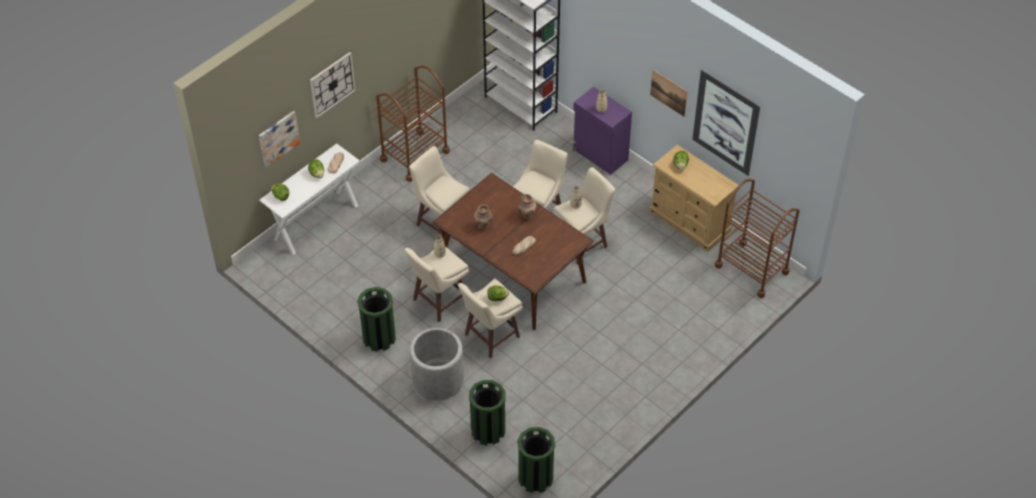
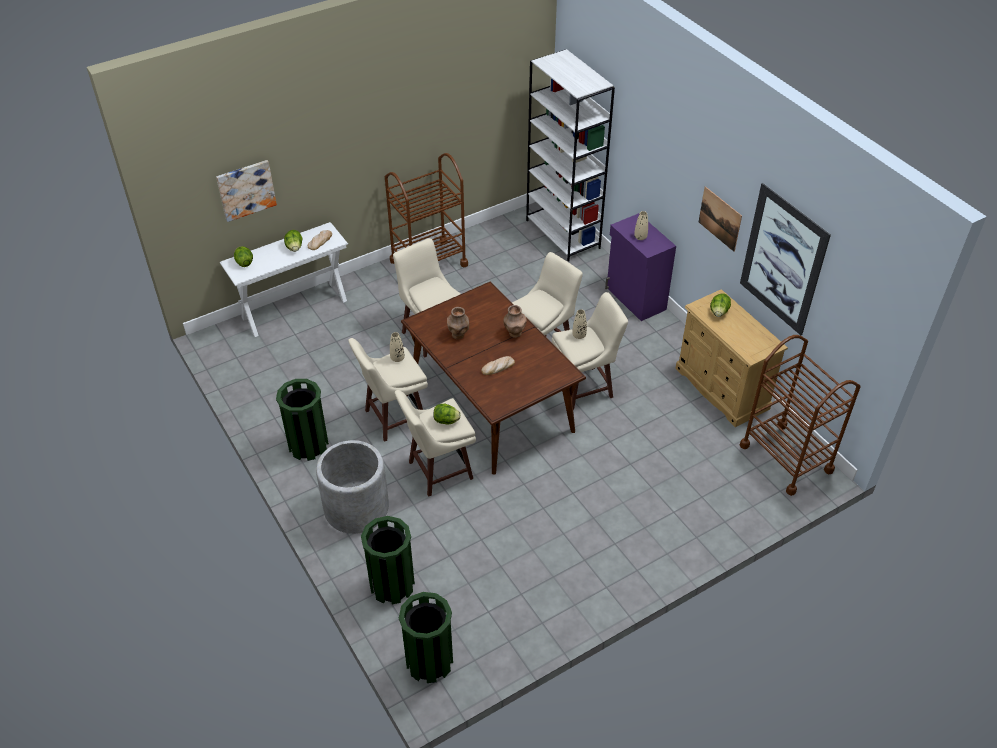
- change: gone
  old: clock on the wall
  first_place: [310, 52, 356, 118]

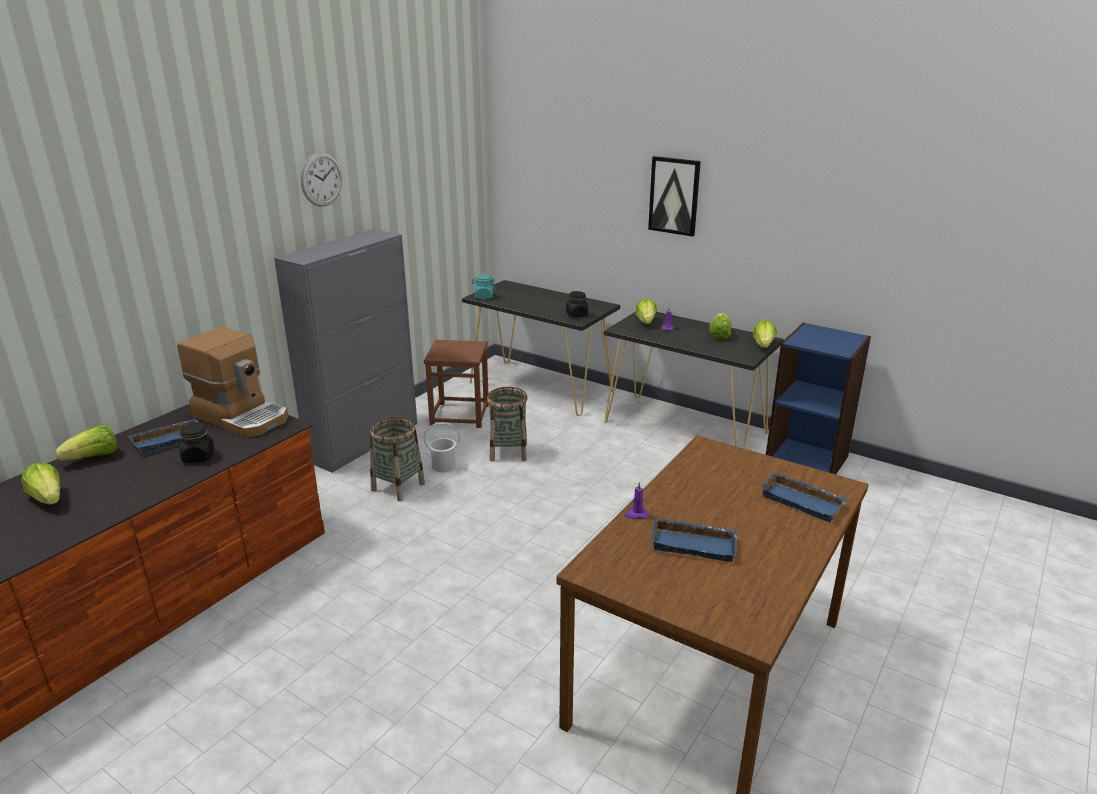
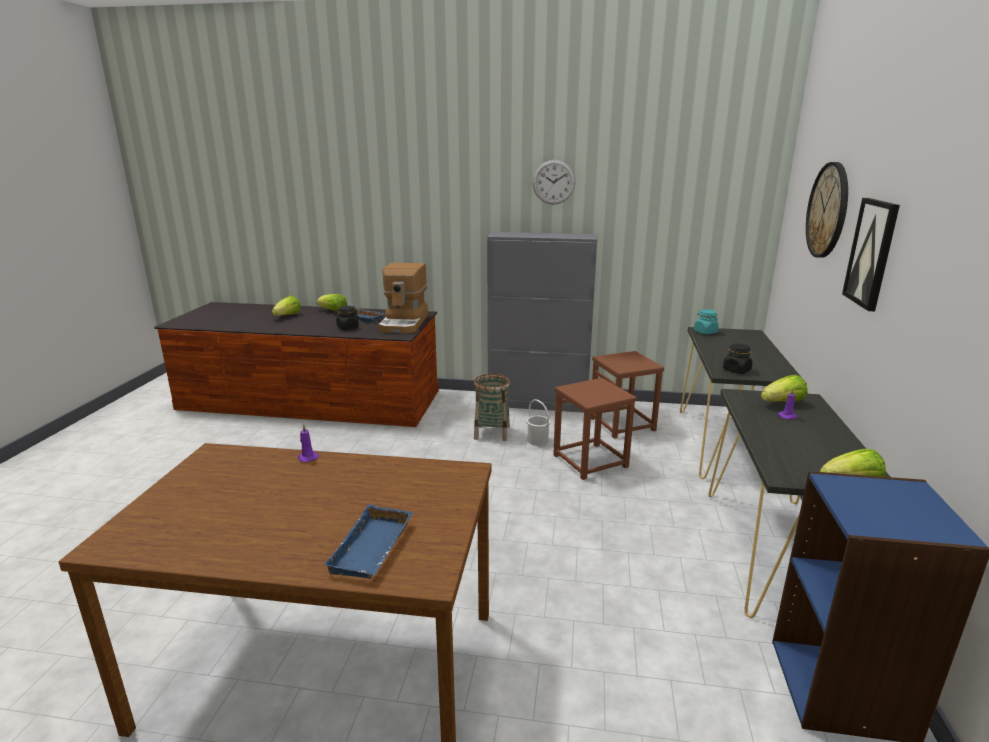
- change: swapped
  old: household basket
  new: sitting stool (brown-coloured)
  first_place: [487, 387, 528, 462]
  second_place: [553, 378, 637, 480]
- change: gone
  old: serving tray (blue-coloured)
  first_place: [650, 518, 738, 562]
- change: gone
  old: lettuce
  first_place: [709, 313, 732, 340]
- change: new
  new: clock on the wall
  second_place: [806, 162, 848, 258]

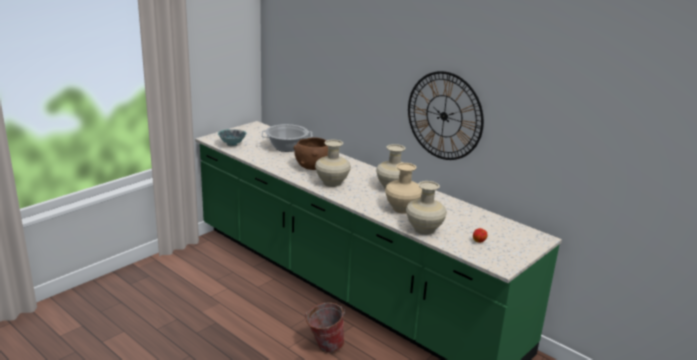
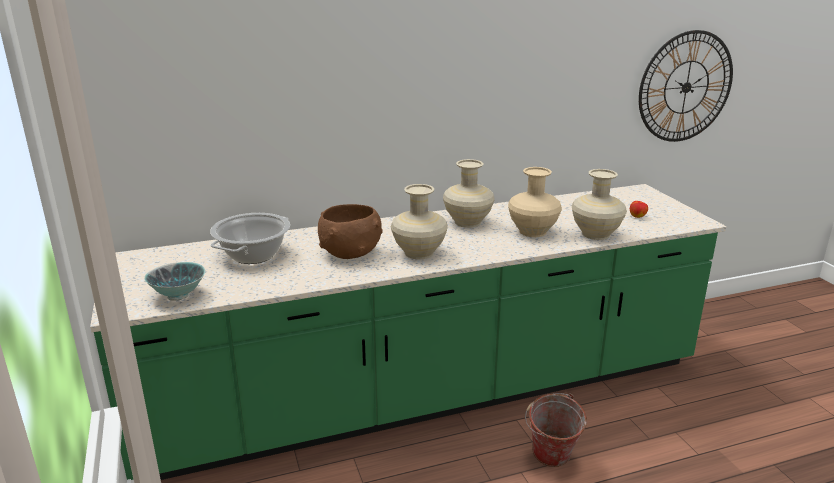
- change: shifted
  old: clock on the wall
  first_place: [408, 71, 484, 160]
  second_place: [639, 30, 733, 142]

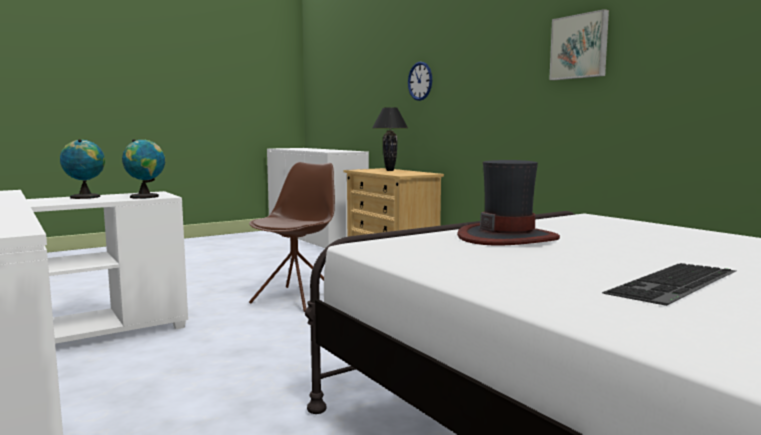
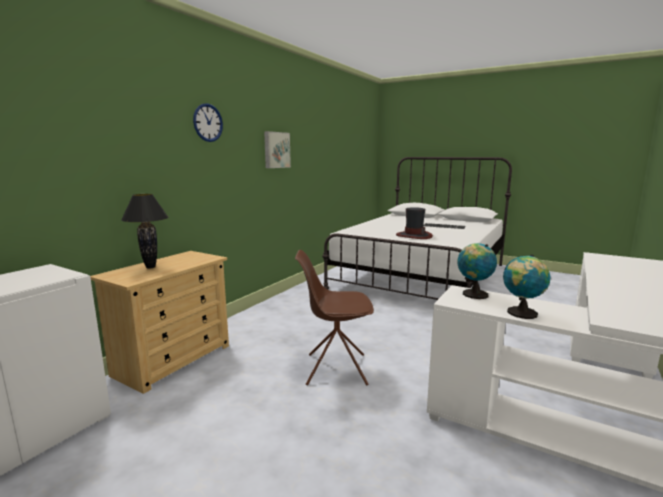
- change: shifted
  old: clock on the wall
  first_place: [408, 62, 432, 101]
  second_place: [193, 103, 223, 142]

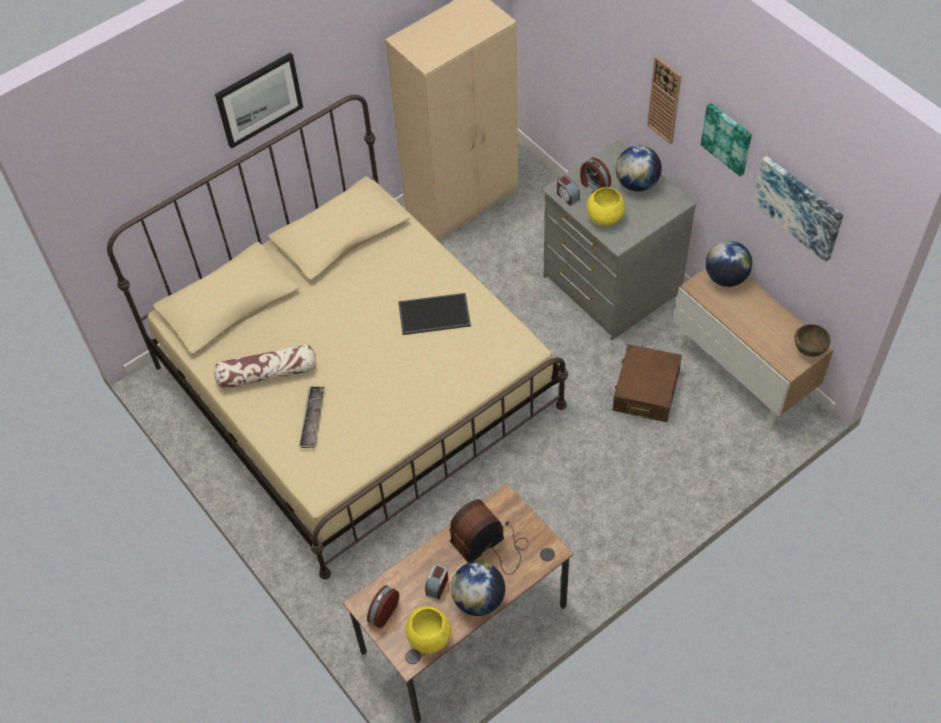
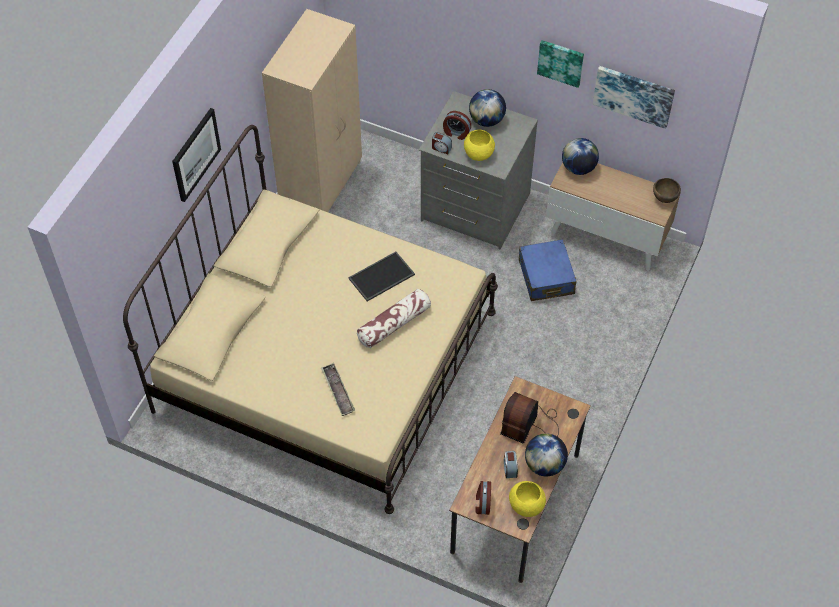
- change: shifted
  old: cushion
  first_place: [214, 344, 316, 389]
  second_place: [357, 289, 431, 348]
- change: repainted
  old: piece of luggage (brown-coloured)
  new: piece of luggage (blue-coloured)
  first_place: [612, 344, 682, 422]
  second_place: [519, 239, 577, 301]
- change: gone
  old: clock on the wall
  first_place: [647, 56, 682, 144]

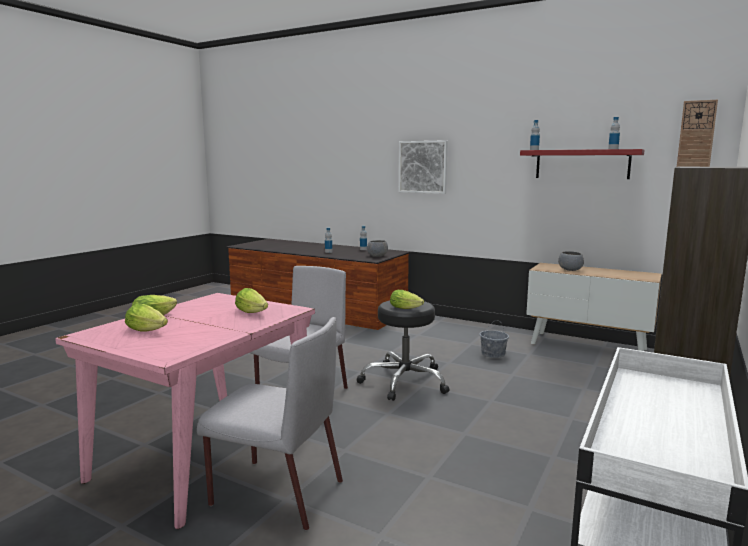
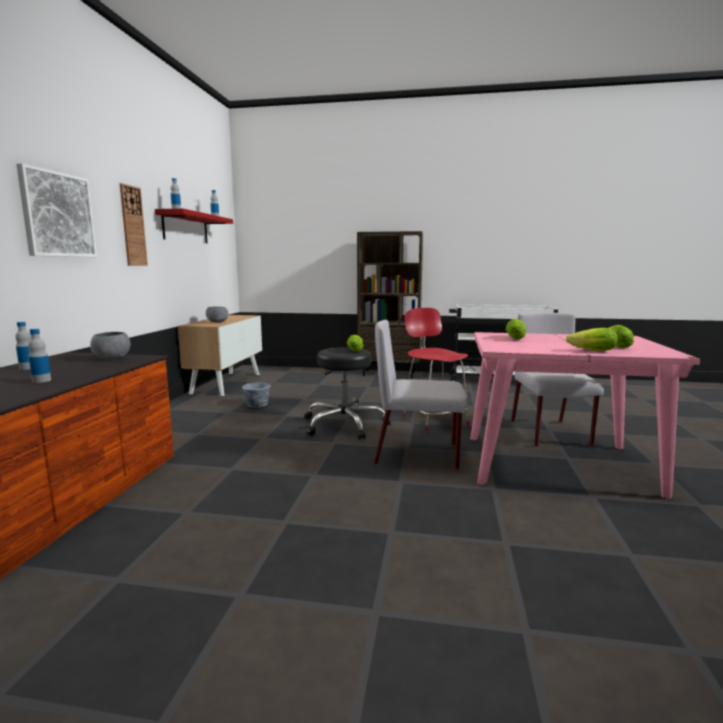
- change: shifted
  old: clock on the wall
  first_place: [677, 100, 718, 167]
  second_place: [120, 183, 148, 266]
- change: new
  new: chair (red-coloured)
  second_place: [403, 308, 469, 433]

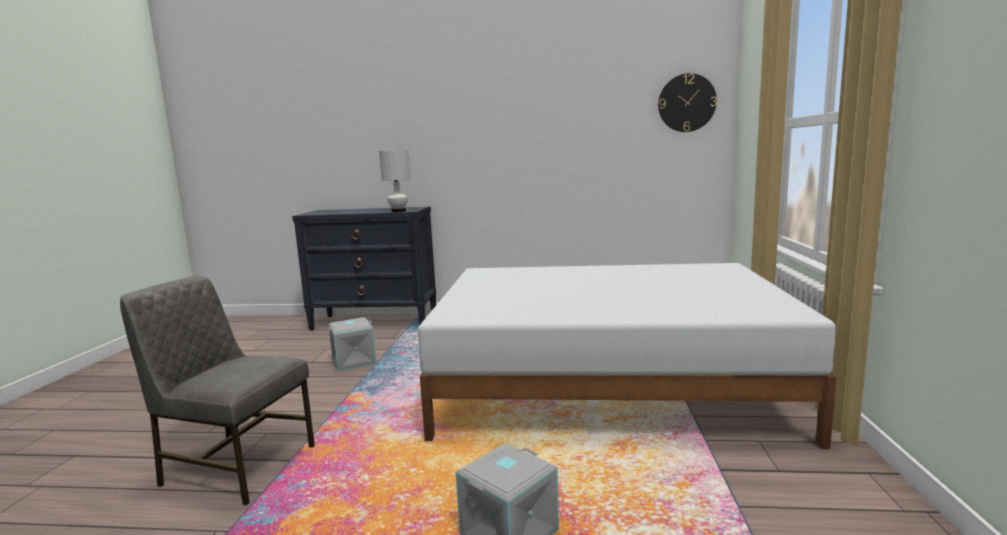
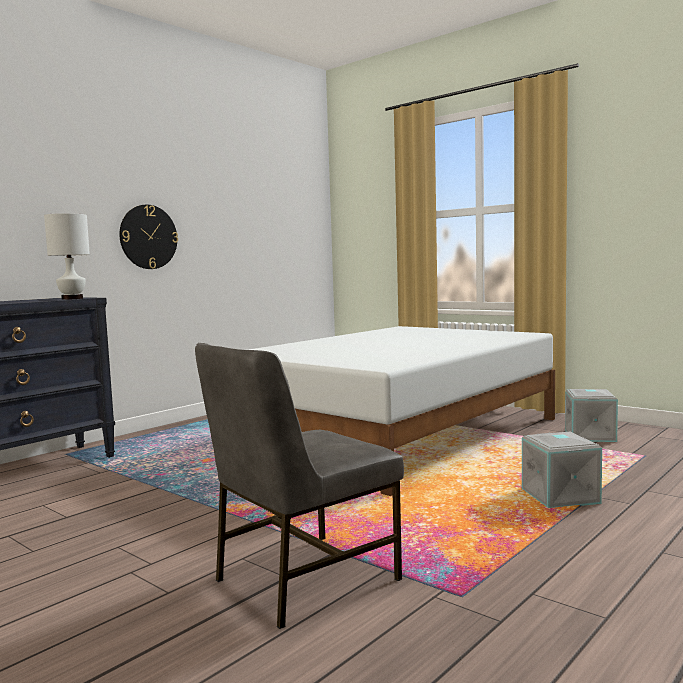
- change: shifted
  old: storage box (grey)
  first_place: [328, 317, 377, 372]
  second_place: [565, 389, 618, 442]
- change: shifted
  old: clock on the wall
  first_place: [658, 73, 717, 132]
  second_place: [119, 205, 178, 269]

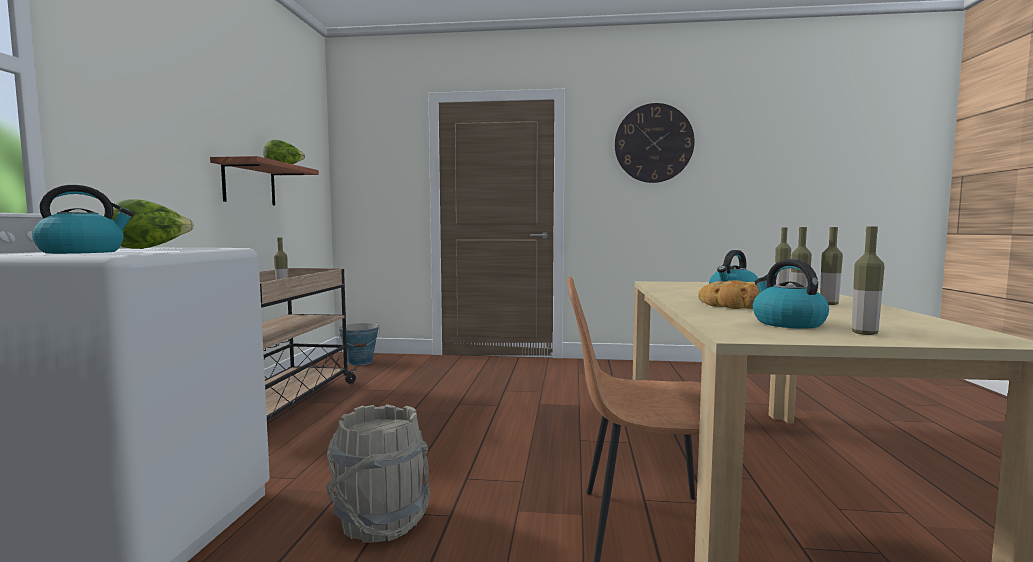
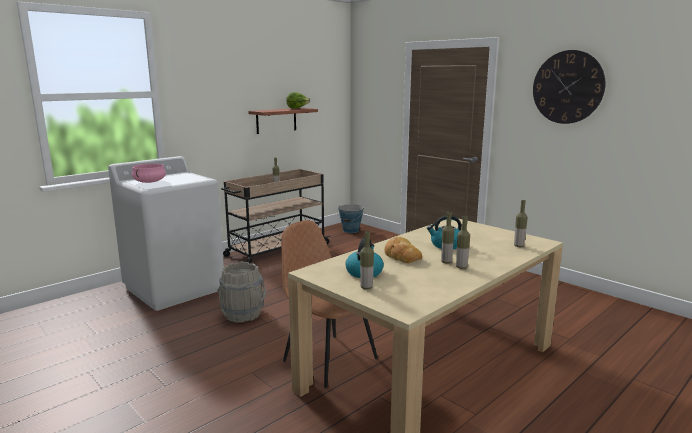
- change: swapped
  old: kettle
  new: saucepot (pink)
  first_place: [32, 185, 134, 254]
  second_place: [132, 163, 166, 183]
- change: gone
  old: lettuce
  first_place: [111, 199, 194, 249]

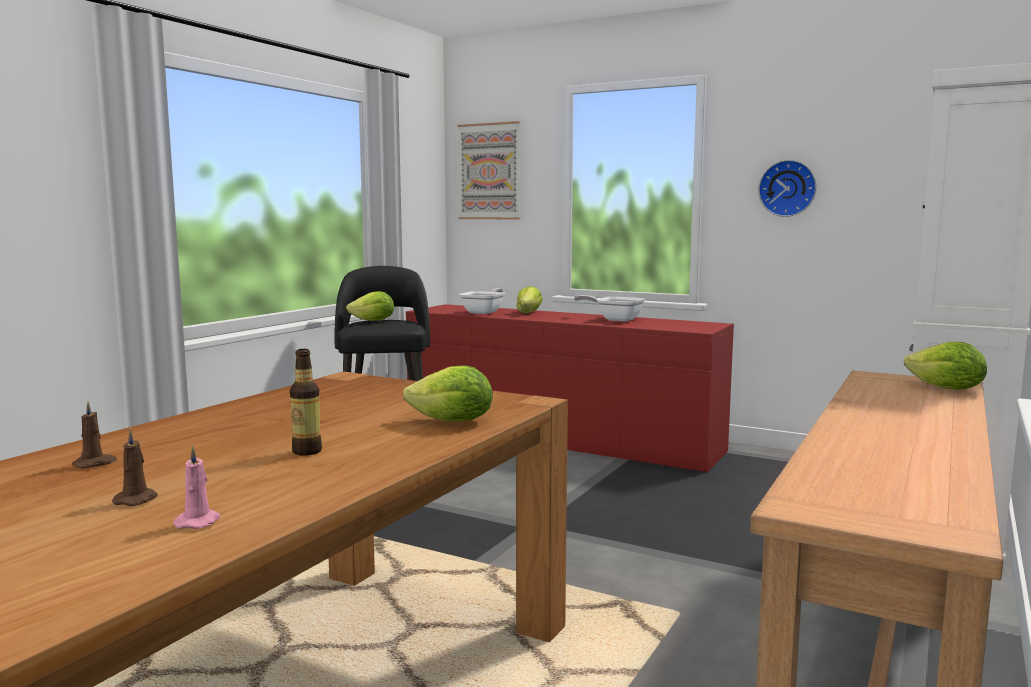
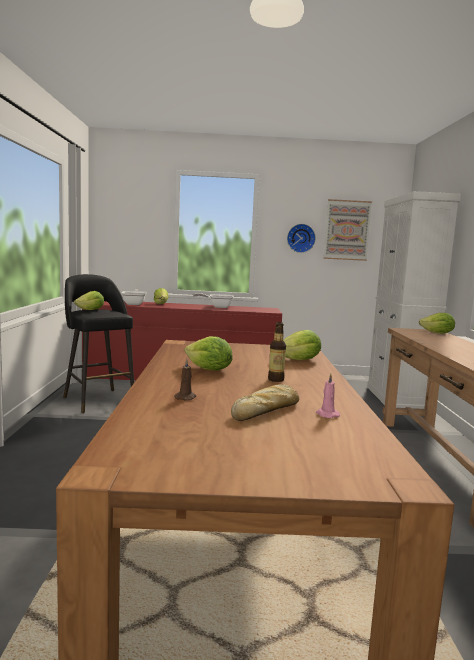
- change: swapped
  old: wax light (brown-coloured)
  new: bread
  first_place: [112, 428, 158, 506]
  second_place: [231, 384, 299, 421]
- change: shifted
  old: wall picture
  first_place: [457, 121, 520, 219]
  second_place: [324, 199, 372, 261]
- change: new
  new: lettuce
  second_place: [185, 336, 232, 371]

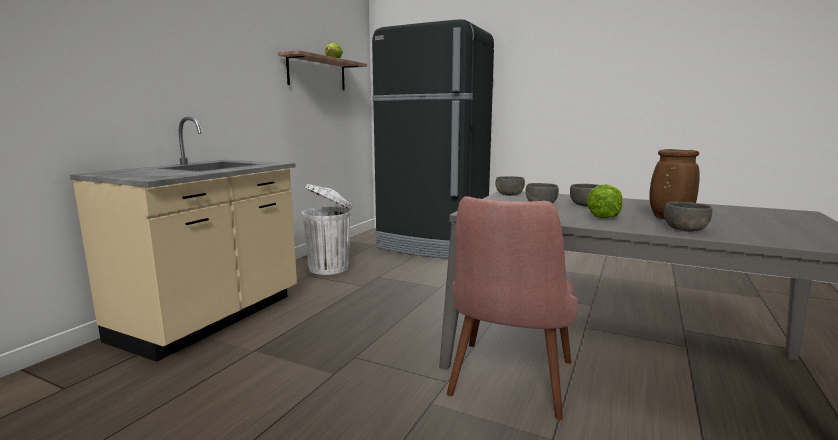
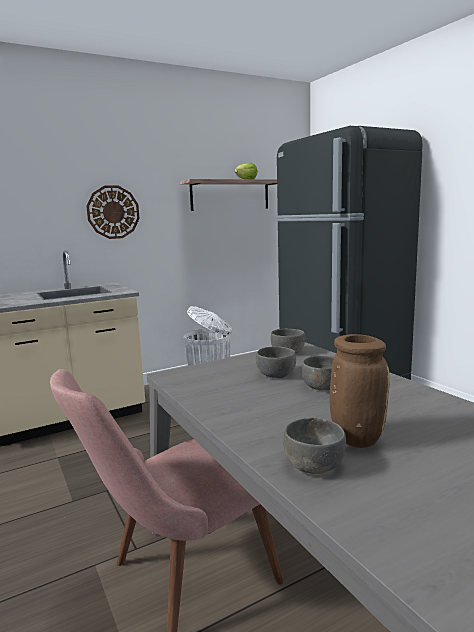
- change: gone
  old: lettuce
  first_place: [587, 184, 622, 218]
- change: new
  new: clock on the wall
  second_place: [86, 186, 140, 239]

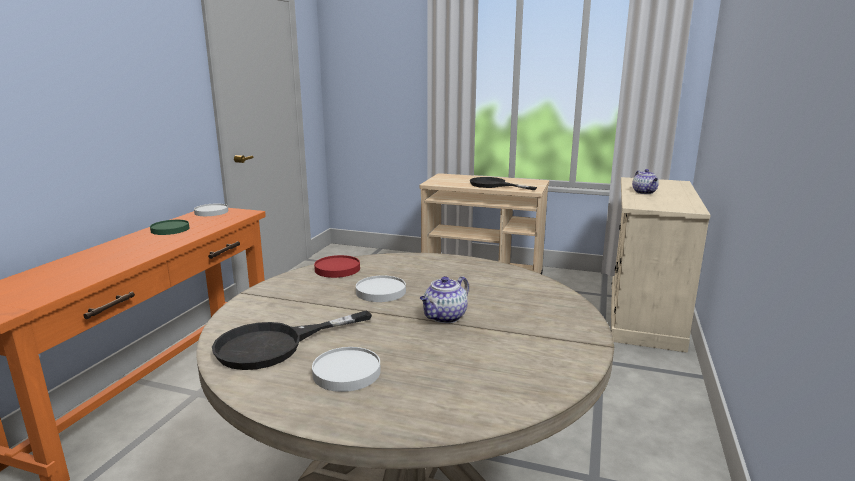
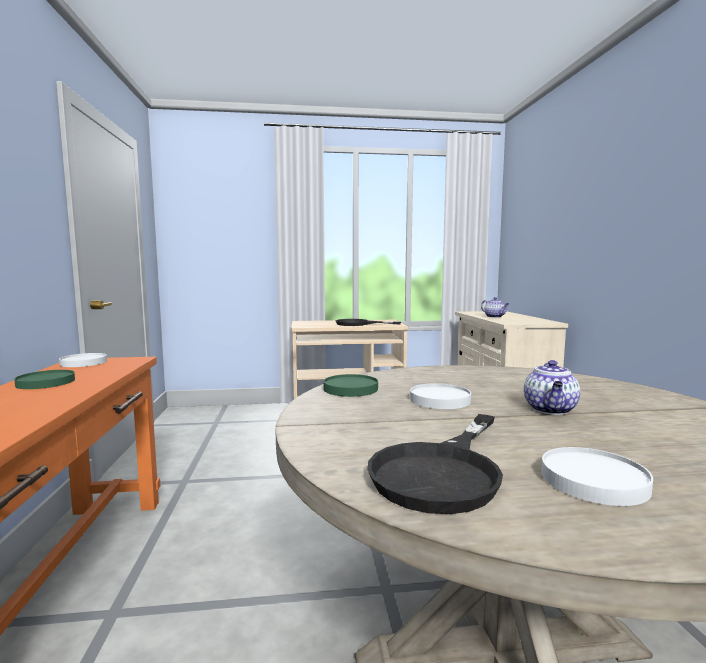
- change: repainted
  old: dinner plate (red-coloured)
  new: dinner plate (green)
  first_place: [314, 255, 360, 278]
  second_place: [323, 374, 378, 397]

